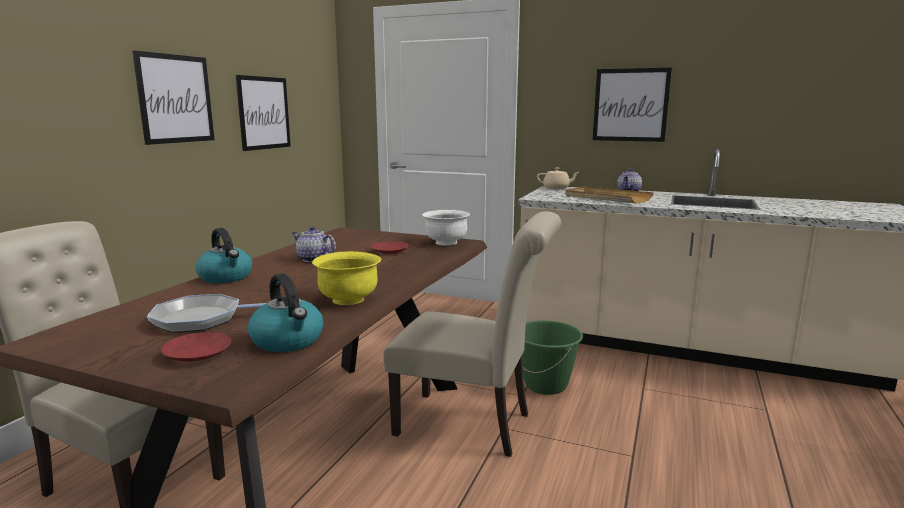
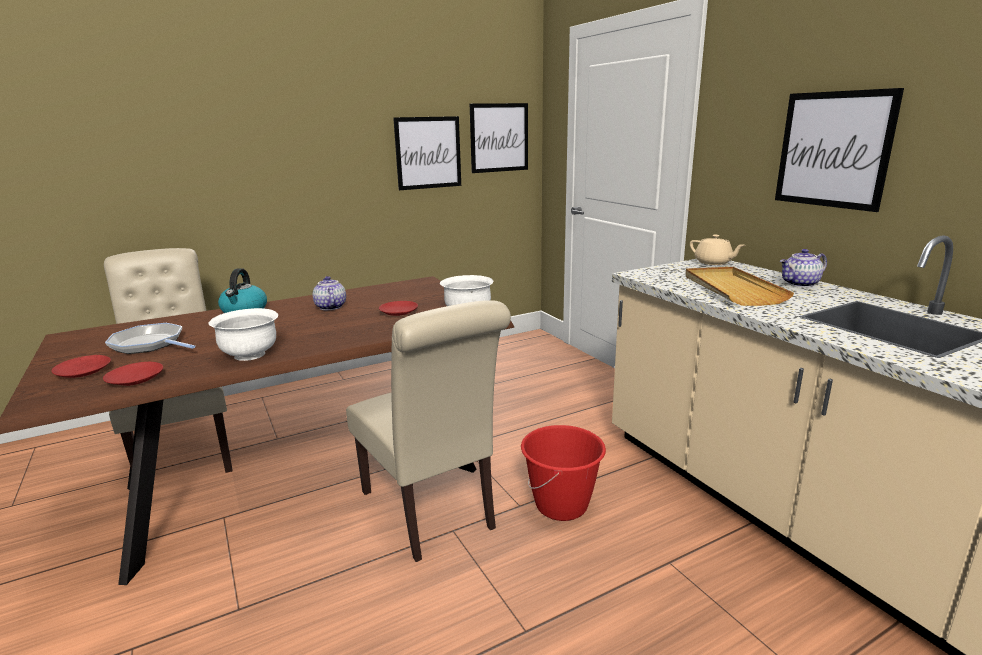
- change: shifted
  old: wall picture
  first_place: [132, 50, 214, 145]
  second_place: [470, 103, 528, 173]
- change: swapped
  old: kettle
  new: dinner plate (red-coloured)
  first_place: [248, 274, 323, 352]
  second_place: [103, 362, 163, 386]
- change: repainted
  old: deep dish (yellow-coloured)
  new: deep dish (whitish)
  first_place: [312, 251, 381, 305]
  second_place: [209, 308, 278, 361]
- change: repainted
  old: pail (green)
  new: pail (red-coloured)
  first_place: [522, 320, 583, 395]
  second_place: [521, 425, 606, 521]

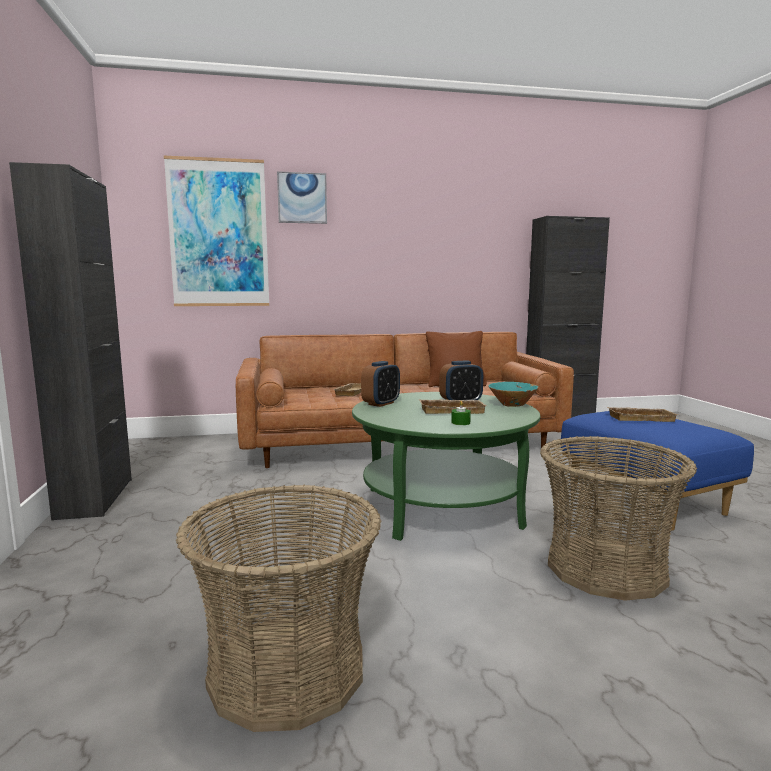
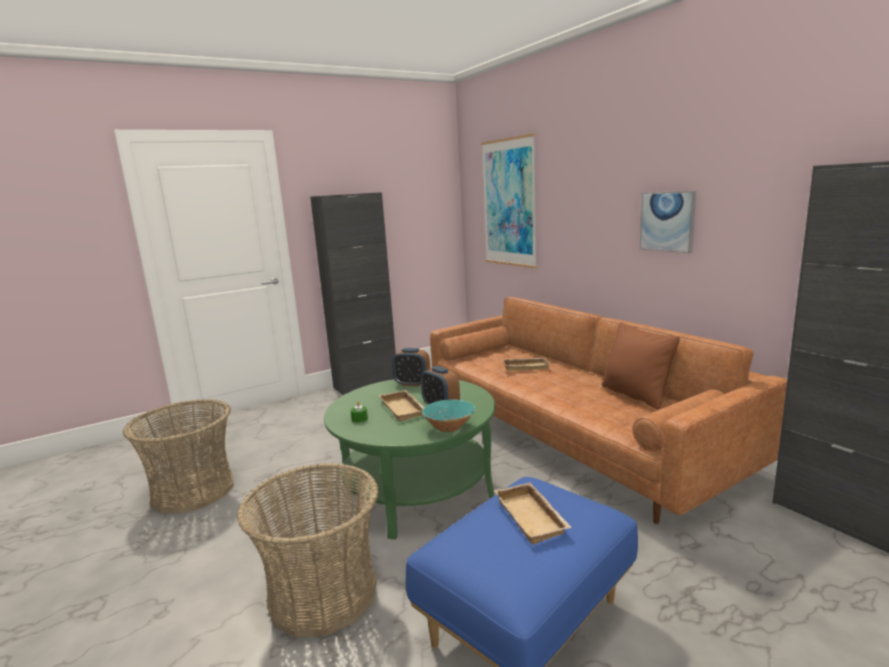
- change: shifted
  old: wall picture
  first_place: [277, 171, 327, 224]
  second_place: [640, 191, 696, 253]

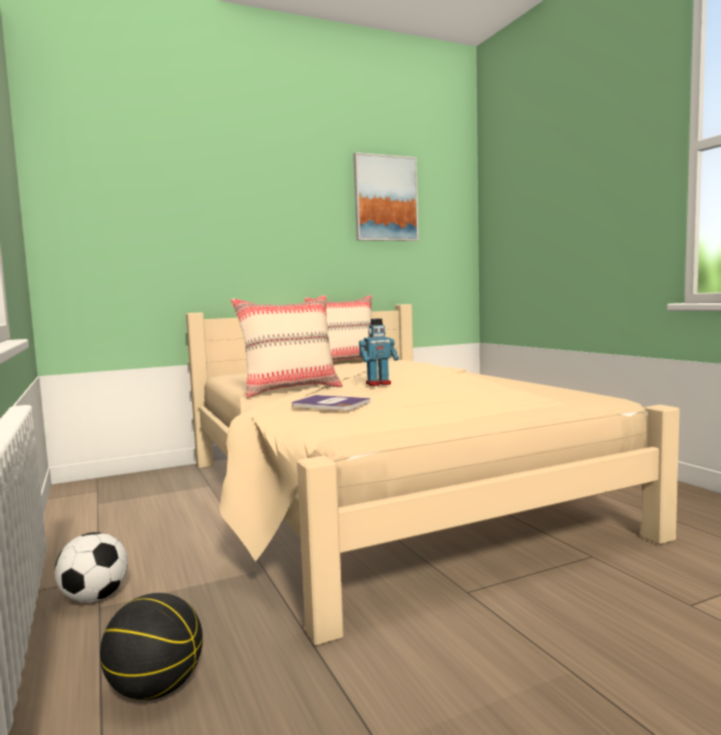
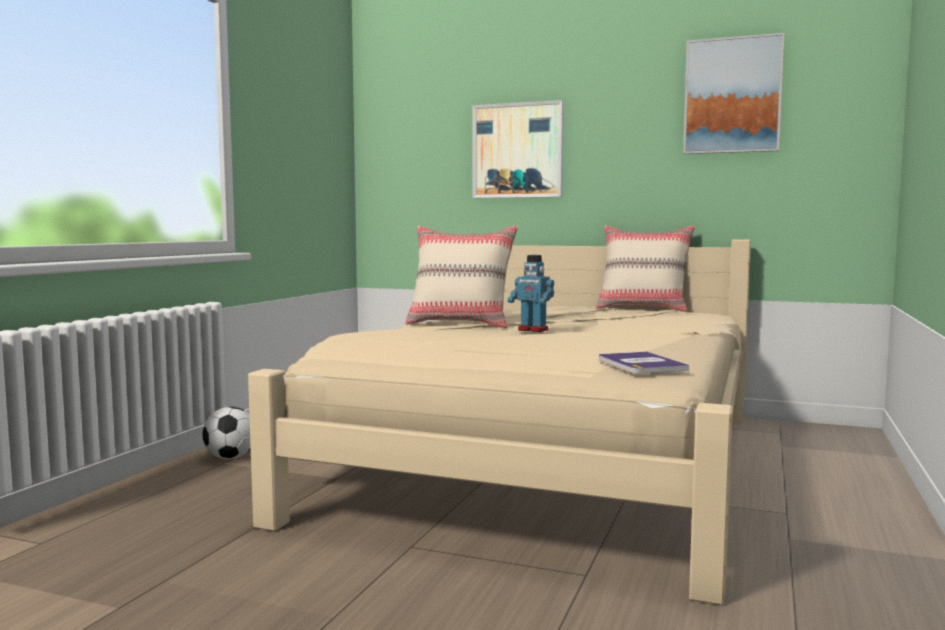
- change: gone
  old: basketball ball
  first_place: [100, 593, 203, 700]
- change: shifted
  old: volume
  first_place: [292, 395, 371, 411]
  second_place: [599, 352, 689, 374]
- change: new
  new: wall picture
  second_place: [473, 100, 564, 198]

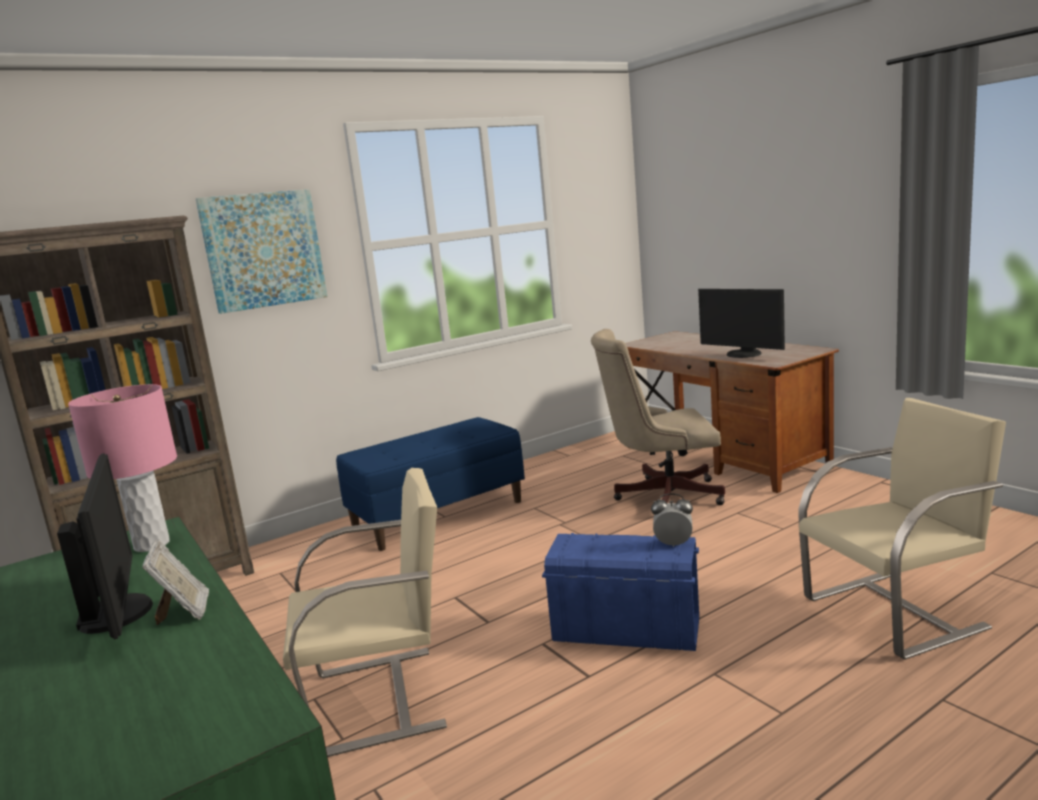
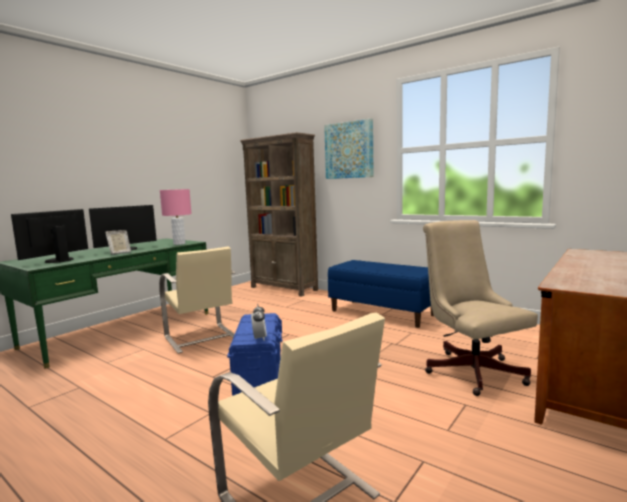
- change: shifted
  old: computer display
  first_place: [698, 289, 785, 358]
  second_place: [11, 209, 88, 263]

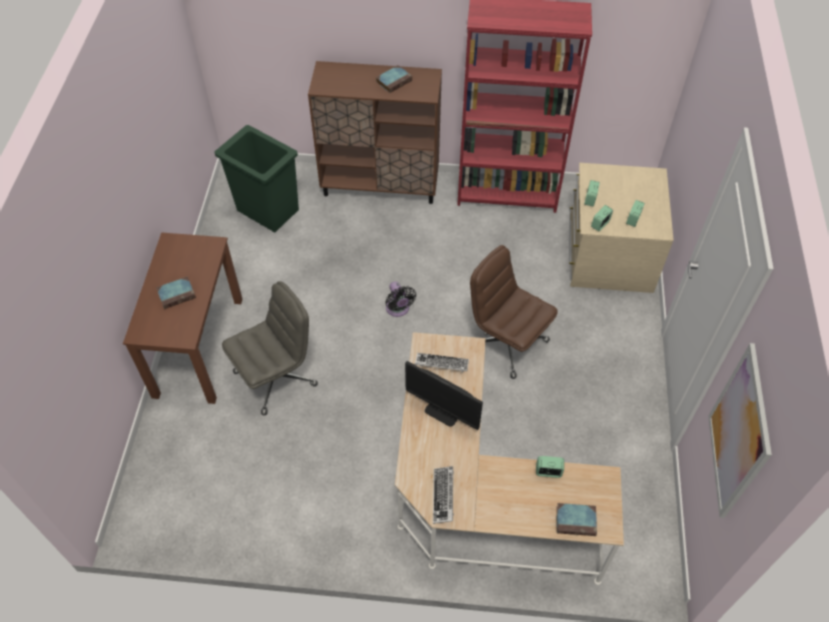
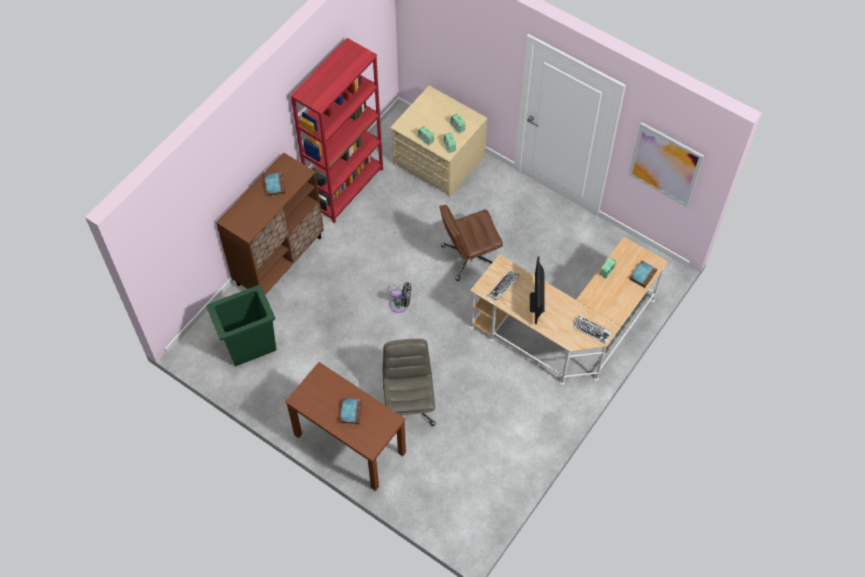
- change: rotated
  old: computer display
  first_place: [405, 361, 483, 430]
  second_place: [530, 257, 545, 324]
  degrees: 120

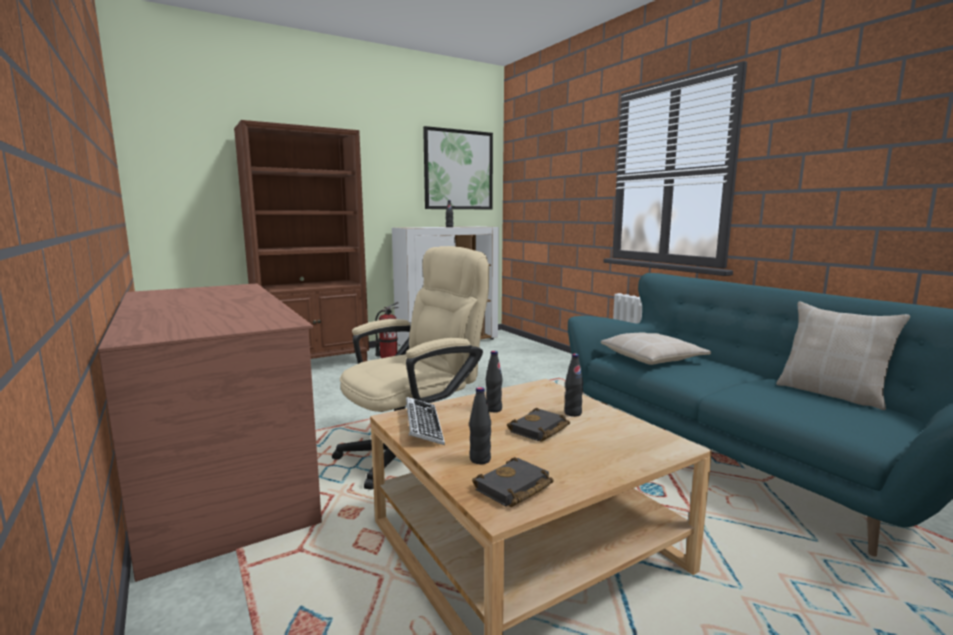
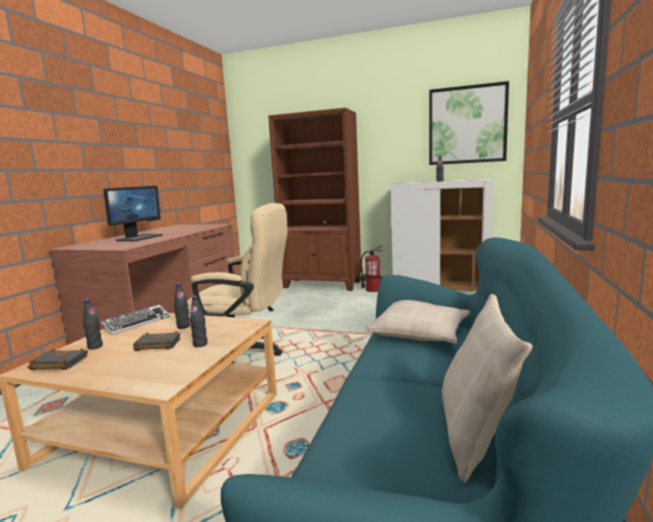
- change: new
  new: computer display
  second_place: [103, 186, 163, 241]

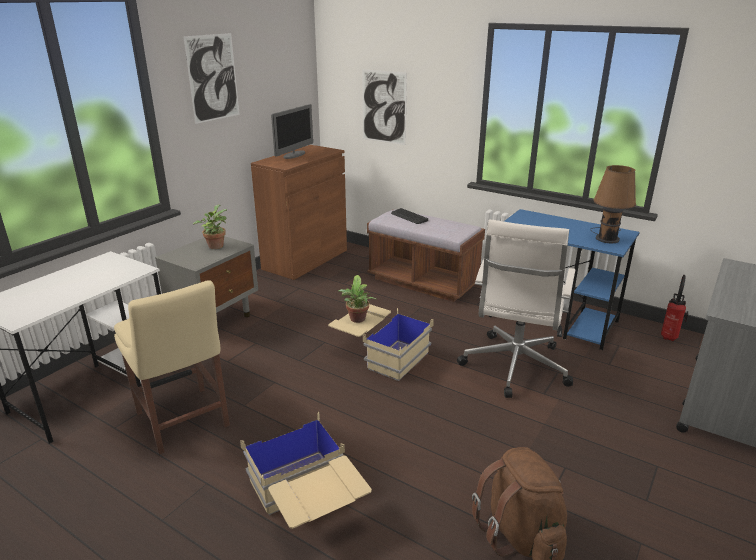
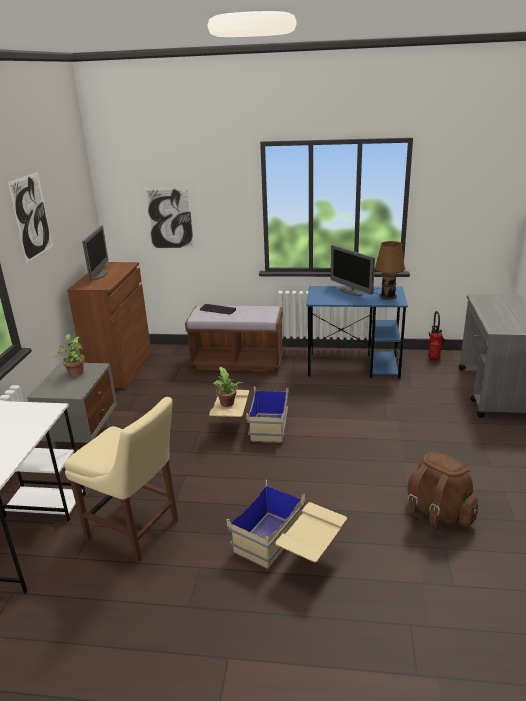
- change: gone
  old: desk chair (whitish)
  first_place: [457, 219, 575, 398]
- change: new
  new: computer display
  second_place: [331, 245, 375, 296]

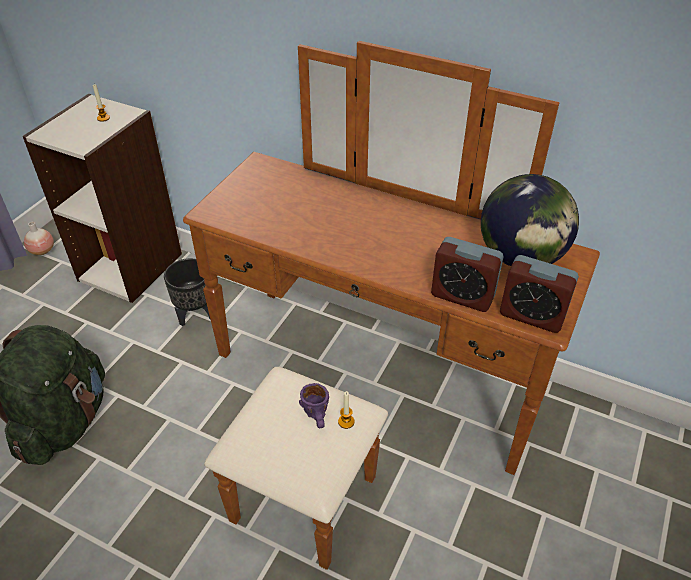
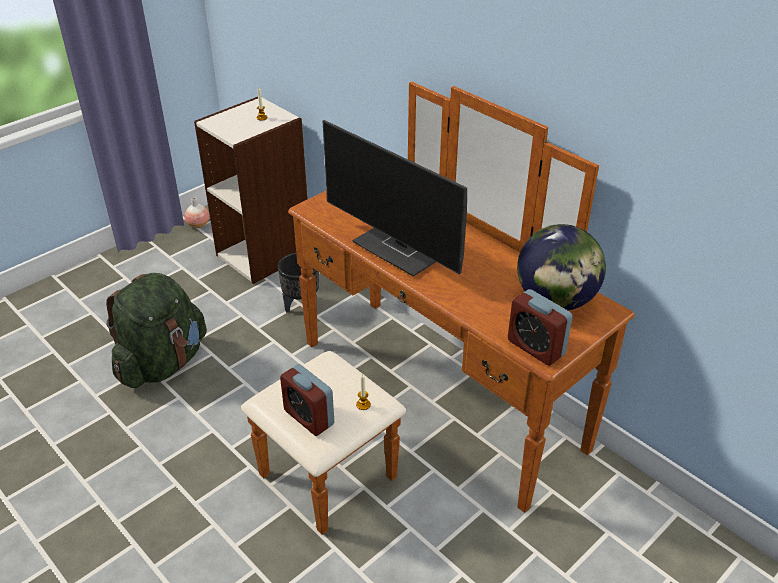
- change: gone
  old: coffee mug (purple-coloured)
  first_place: [299, 383, 329, 428]
- change: shifted
  old: bedside clock
  first_place: [431, 237, 504, 312]
  second_place: [280, 364, 334, 436]
- change: new
  new: computer display
  second_place: [323, 120, 467, 277]

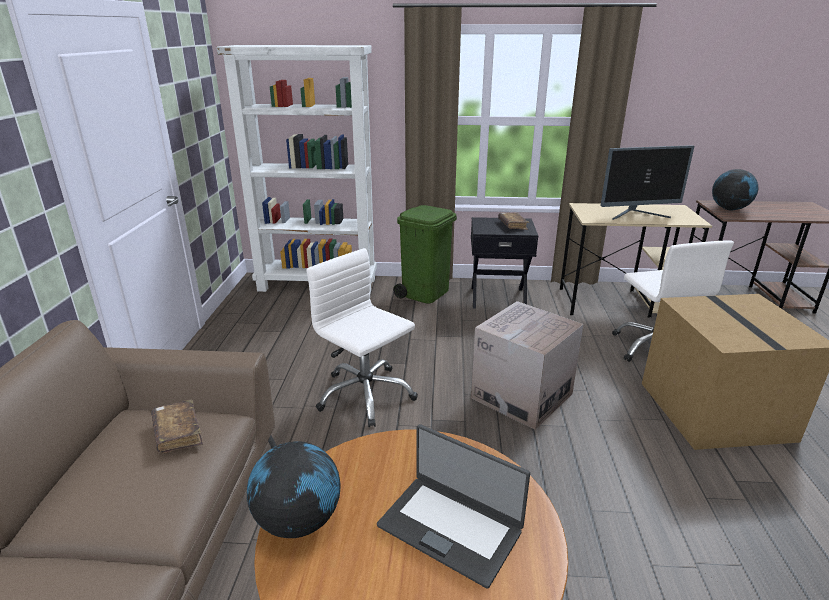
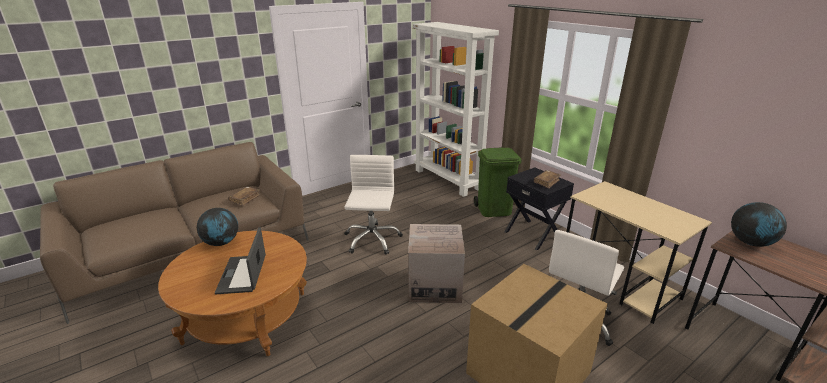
- change: gone
  old: computer display
  first_place: [600, 145, 694, 220]

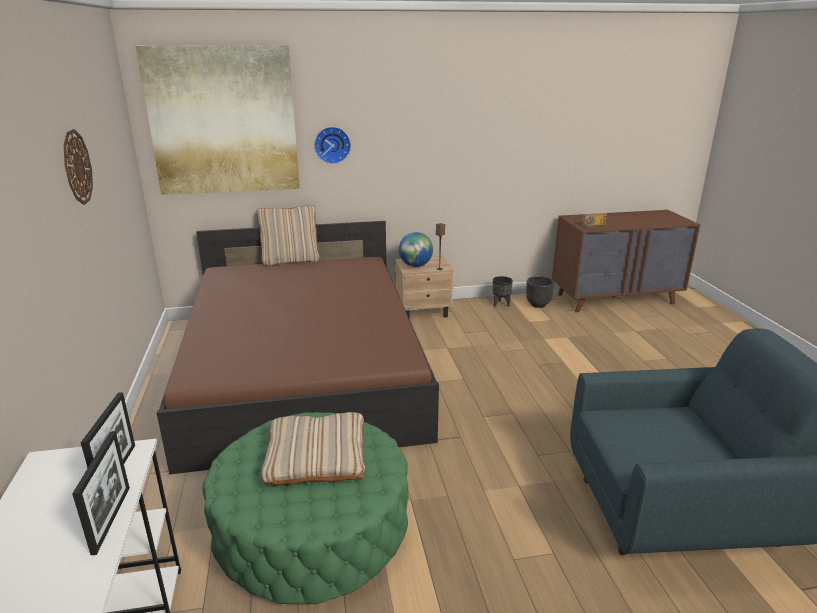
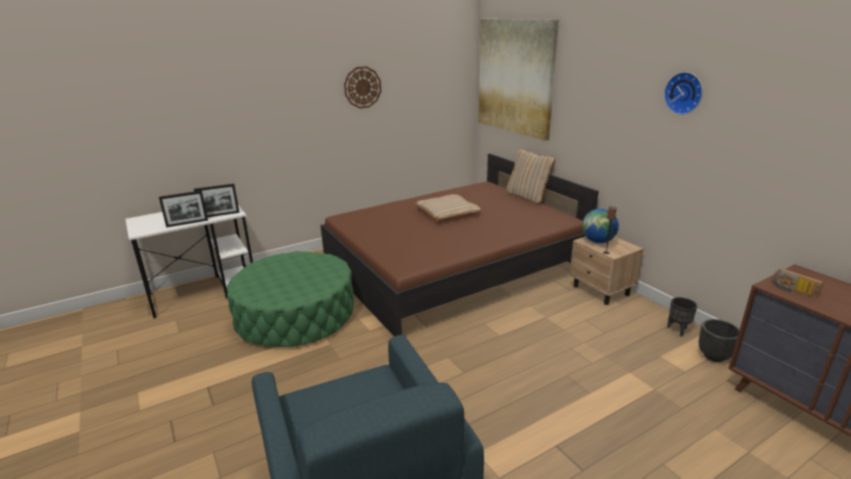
- change: shifted
  old: cushion (beige-coloured)
  first_place: [260, 412, 366, 485]
  second_place: [415, 194, 481, 223]
- change: shifted
  old: clock on the wall
  first_place: [314, 127, 351, 164]
  second_place: [664, 72, 703, 115]

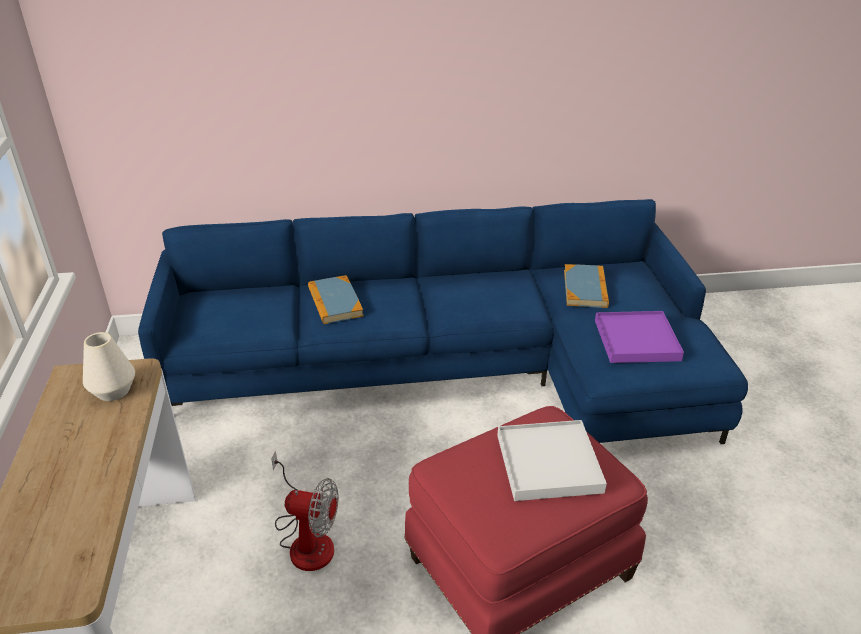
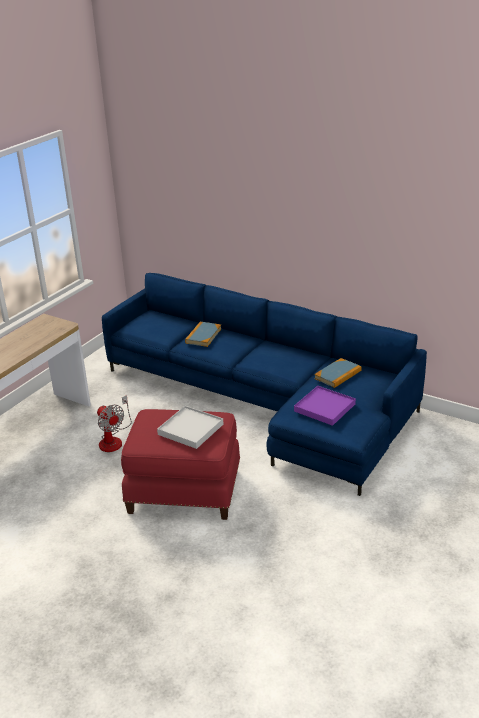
- change: gone
  old: flower vase (whitish)
  first_place: [83, 332, 135, 401]

